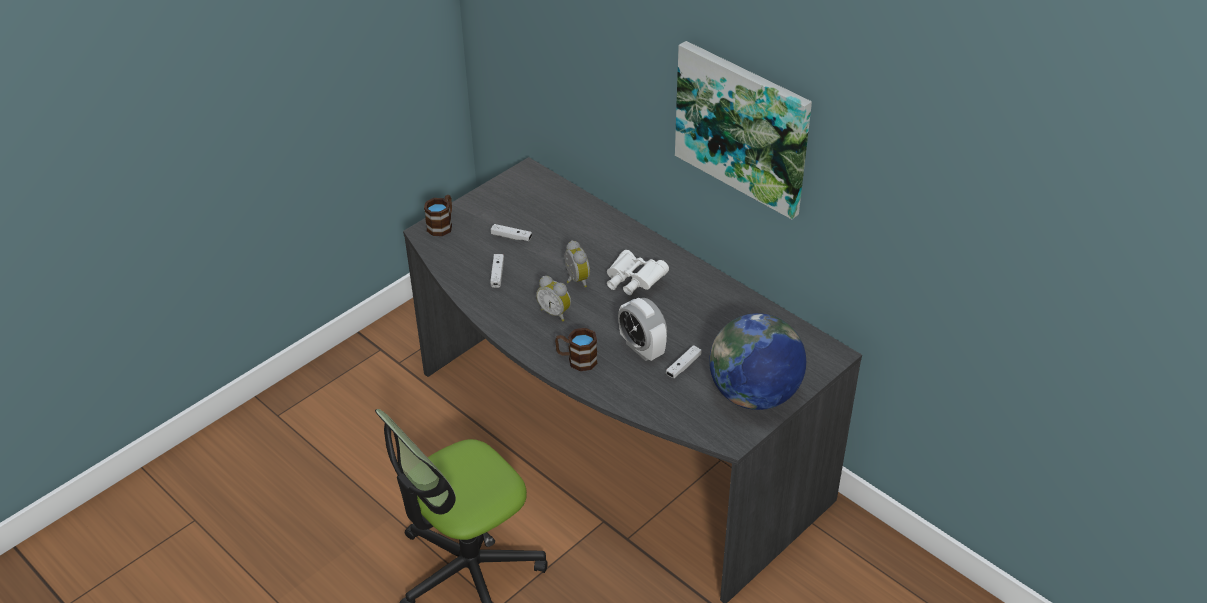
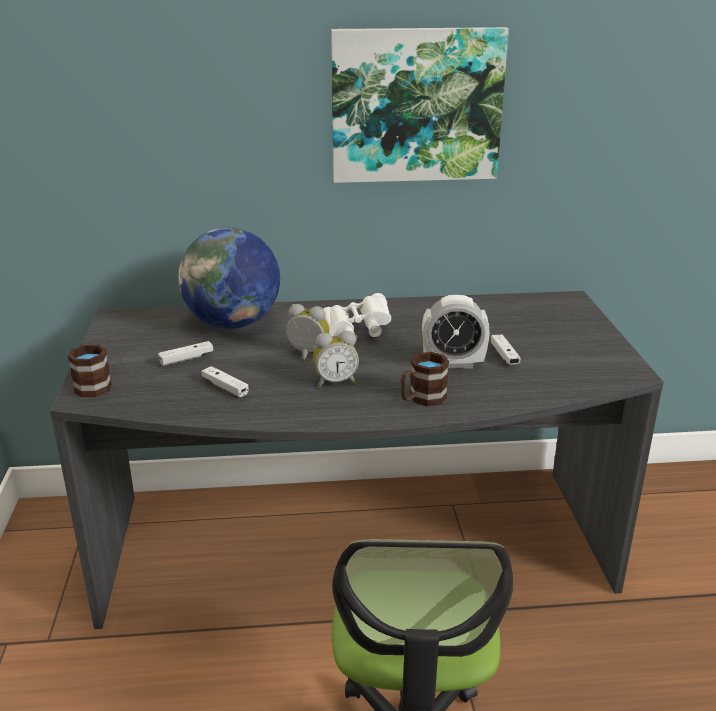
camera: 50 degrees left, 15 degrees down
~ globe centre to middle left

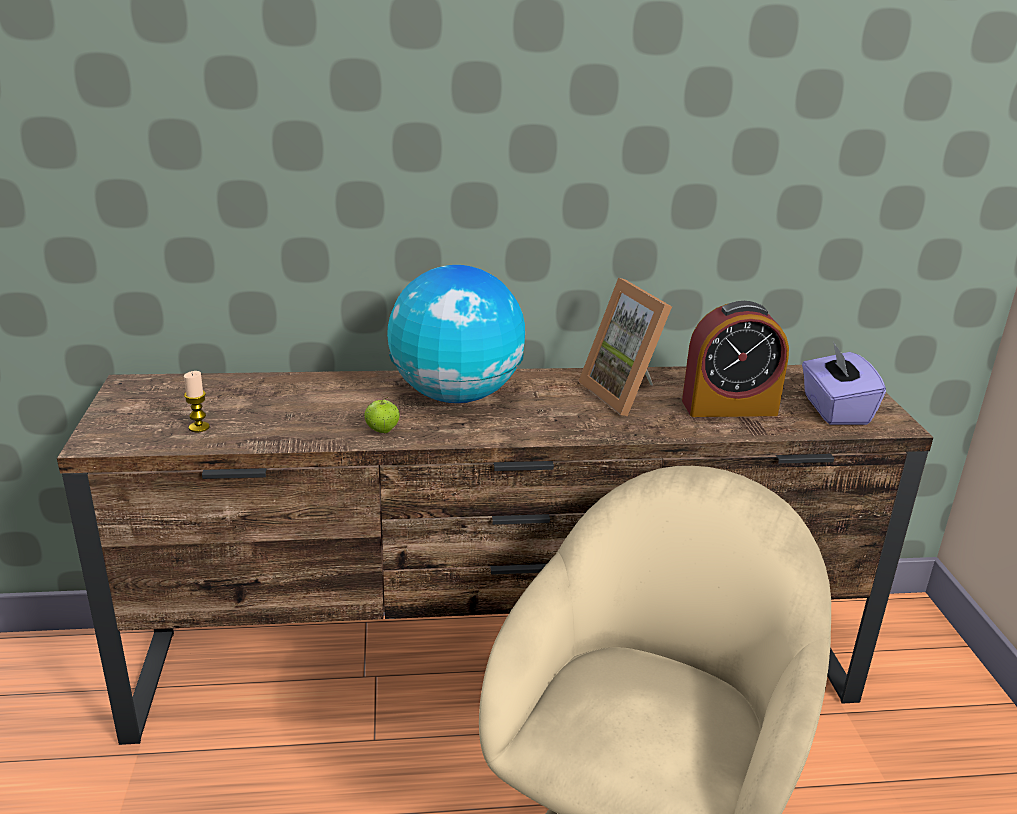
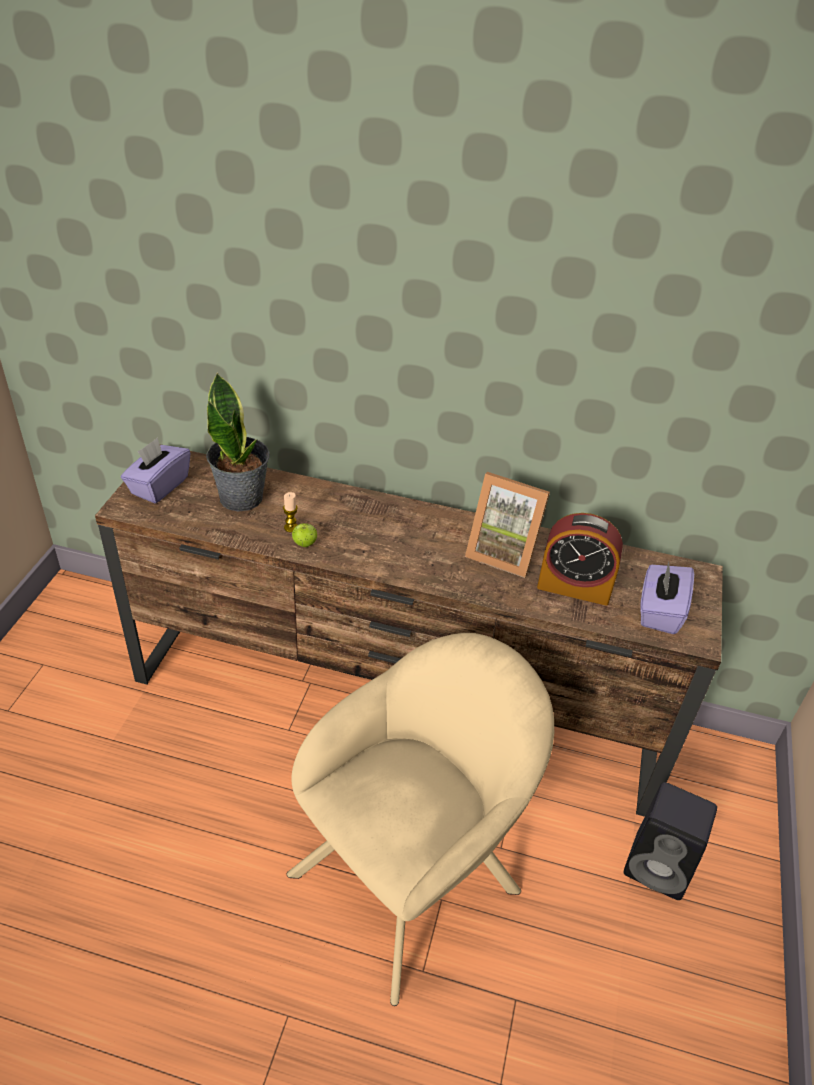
camera: 20 degrees right, 15 degrees up
- globe centre
+ purple tissue box (no. 1 from left) middle left
+ potted plant middle left
+ black speaker bottom right
~ candle middle left to centre
~ picture frame centre = centre 60 degrees counterclockwise

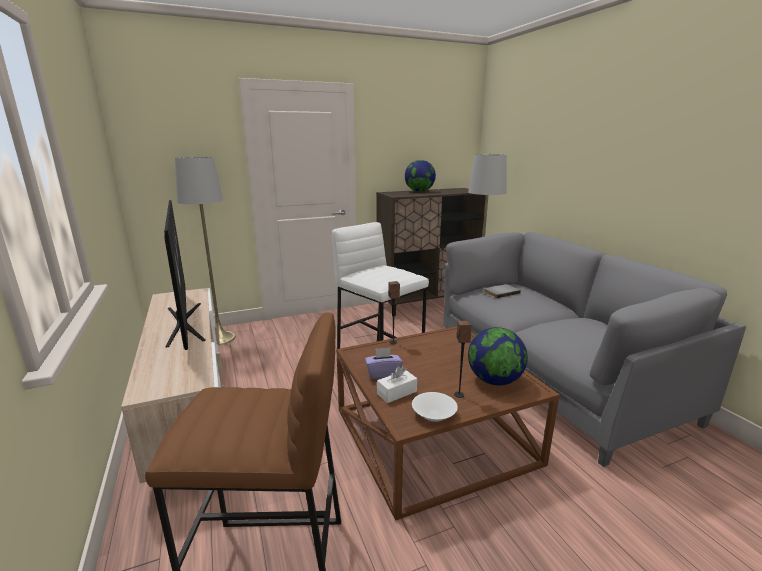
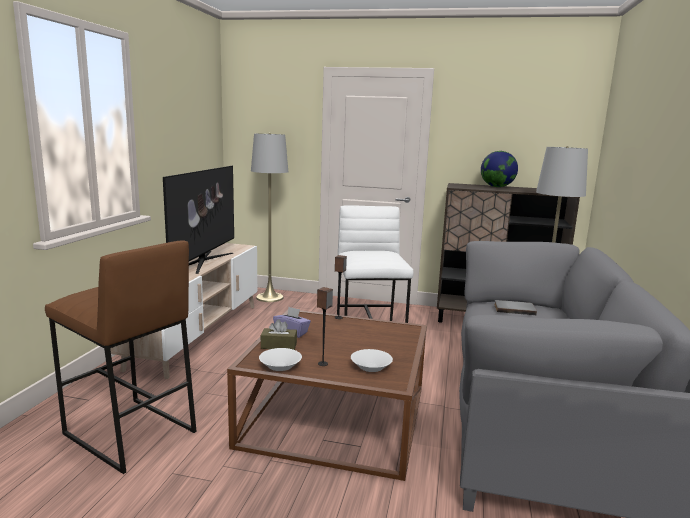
camera: 35 degrees right, 5 degrees down
~ globe (no. 2 from left) centre to white bowl (no. 2 from left) bottom centre
~ white tissue box bottom centre to brown tissue box centre

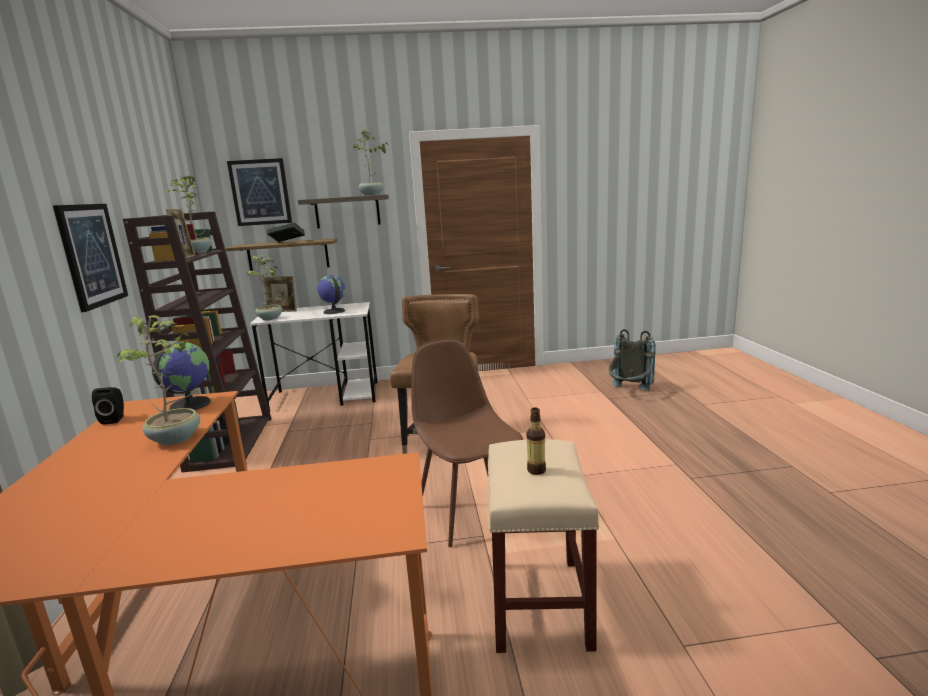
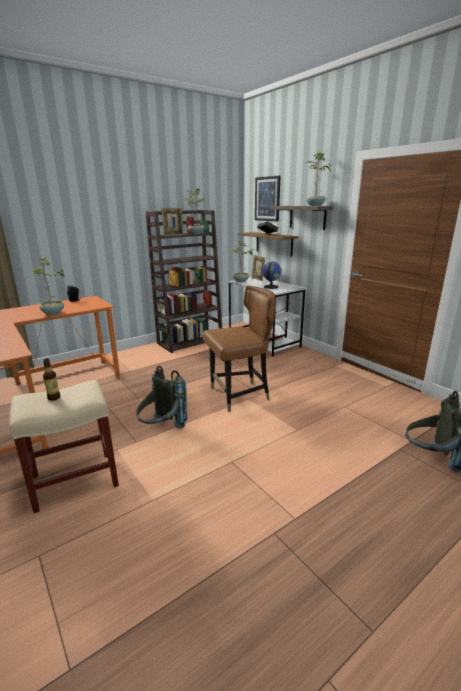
camera: 60 degrees right, 5 degrees up
- picture (no. 1 from left) middle left
- globe (no. 1 from left) middle left
~ brown chair (no. 2 from left) centre to grey backpack (no. 1 from left) centre

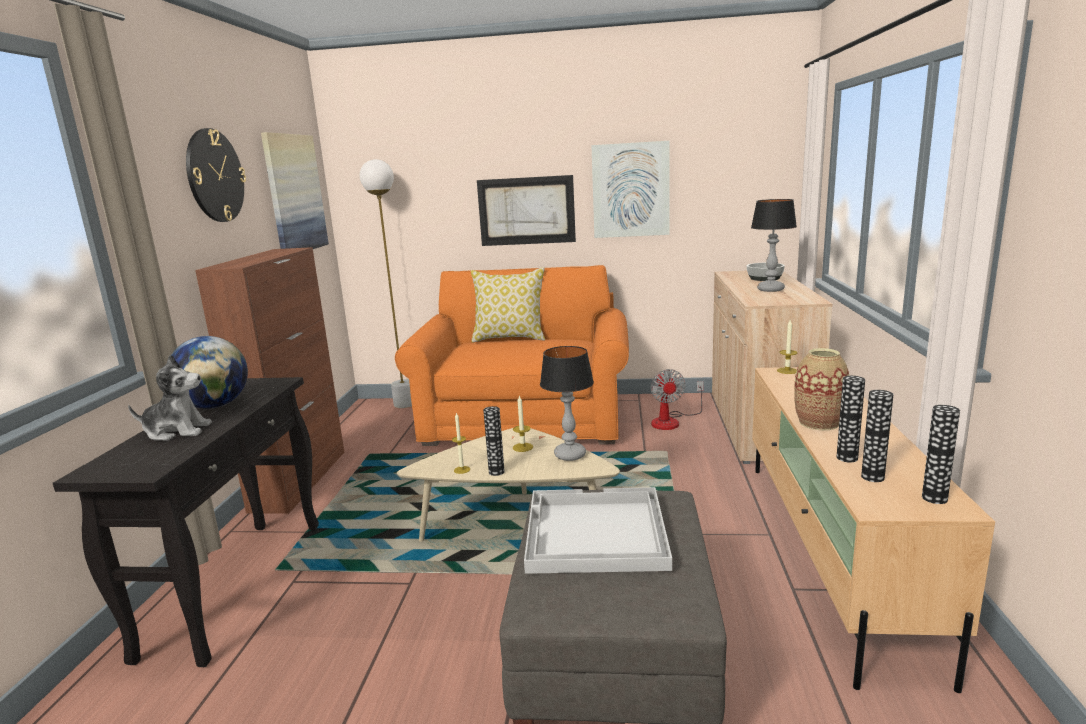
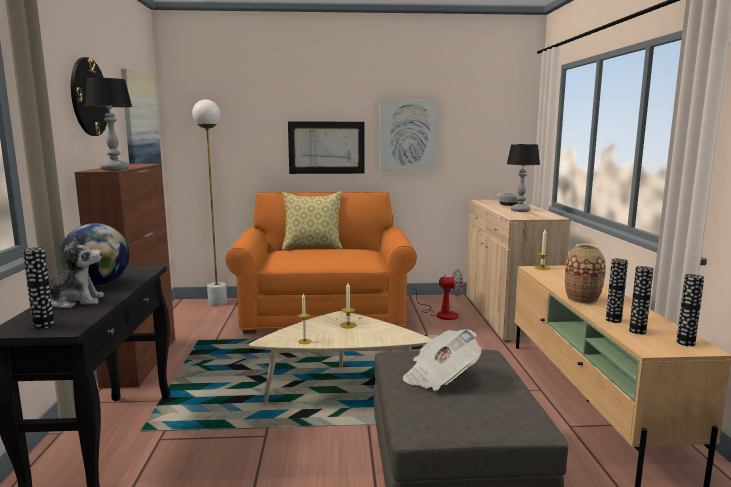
camera: 10 degrees left, 5 degrees down
~ vase (no. 1 from left) centre to middle left
~ table lamp (no. 1 from left) centre to top left
~ white tray bottom centre to newspaper bottom centre
~ fan centre = centre 75 degrees counterclockwise

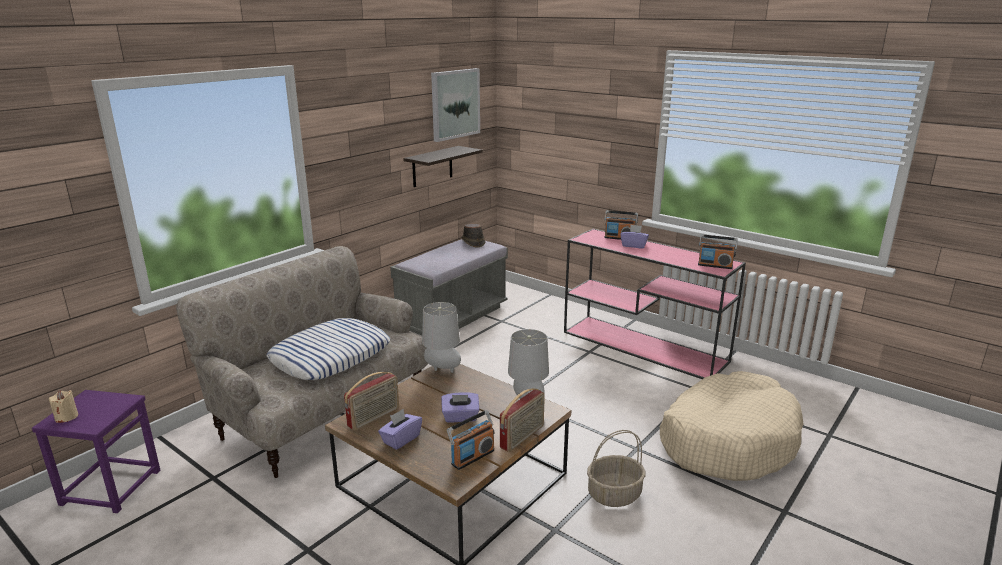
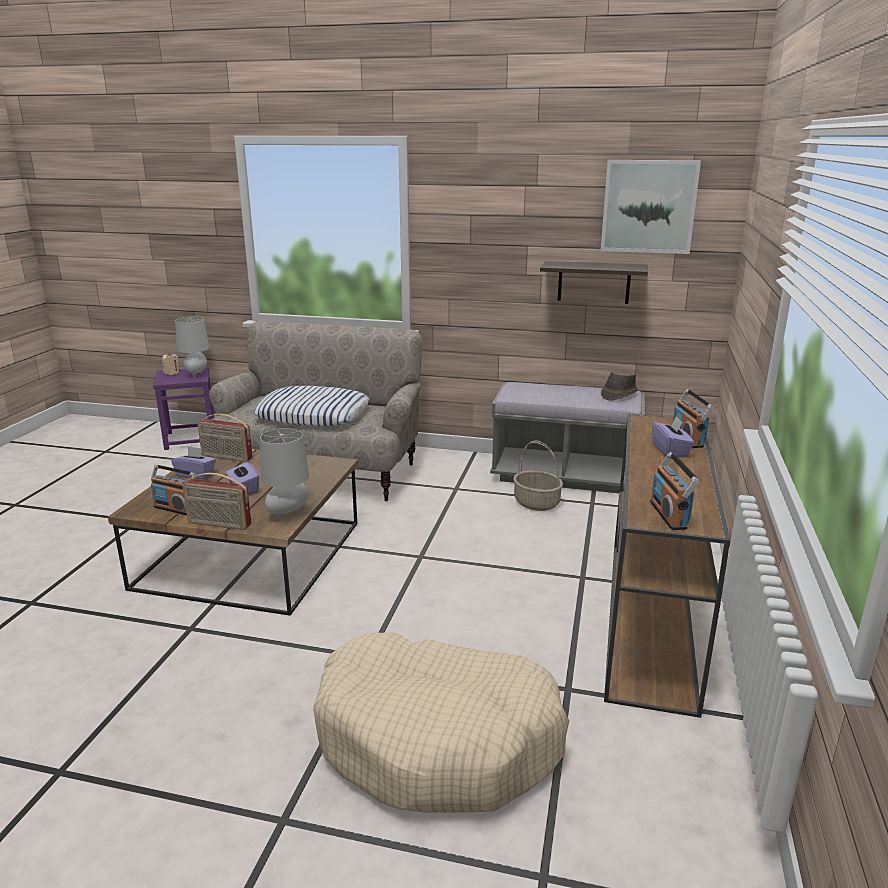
camera: 65 degrees right, 0 degrees up
~ grey table lamp (no. 1 from left) centre to middle left
~ basket bottom centre to centre
~ pink console table centre to brown console table middle right

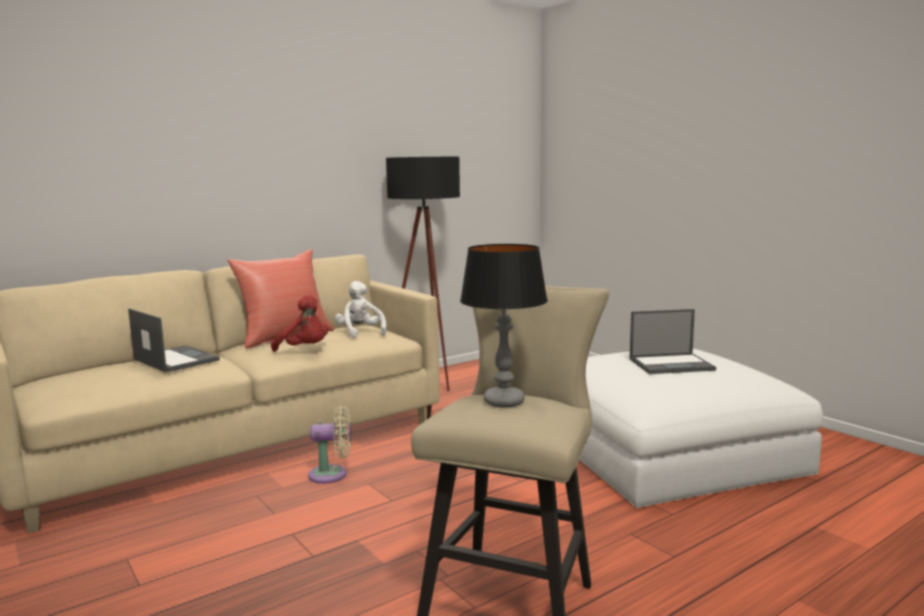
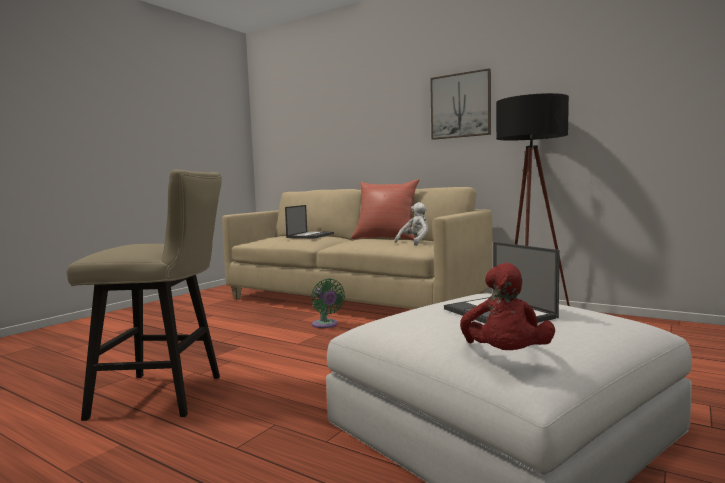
camera: 70 degrees right, 5 degrees down
- table lamp centre
+ picture top centre
~ red plush toy middle left to middle right
~ beige fan bottom centre to green fan centre

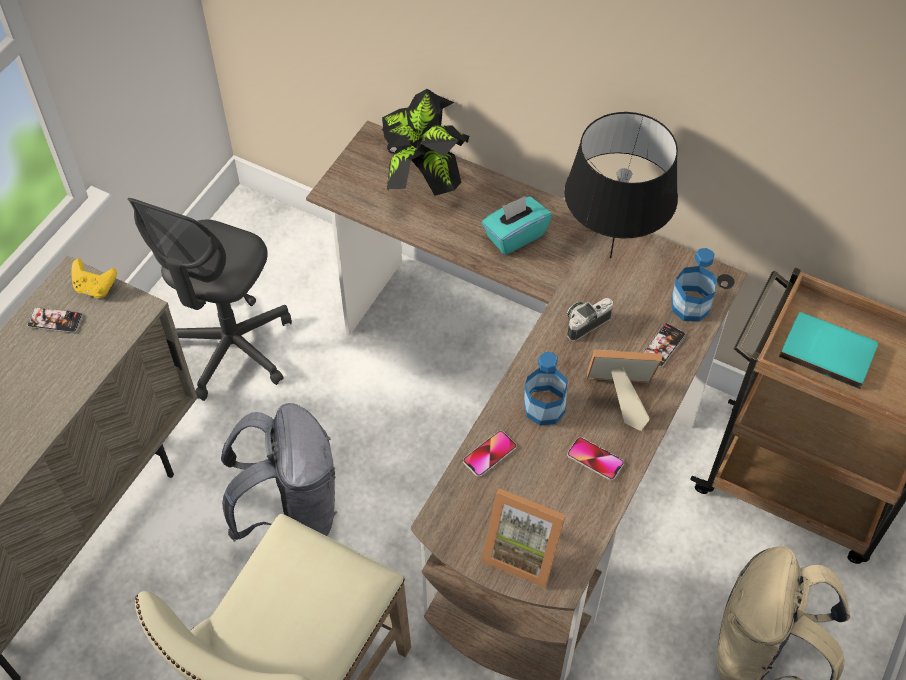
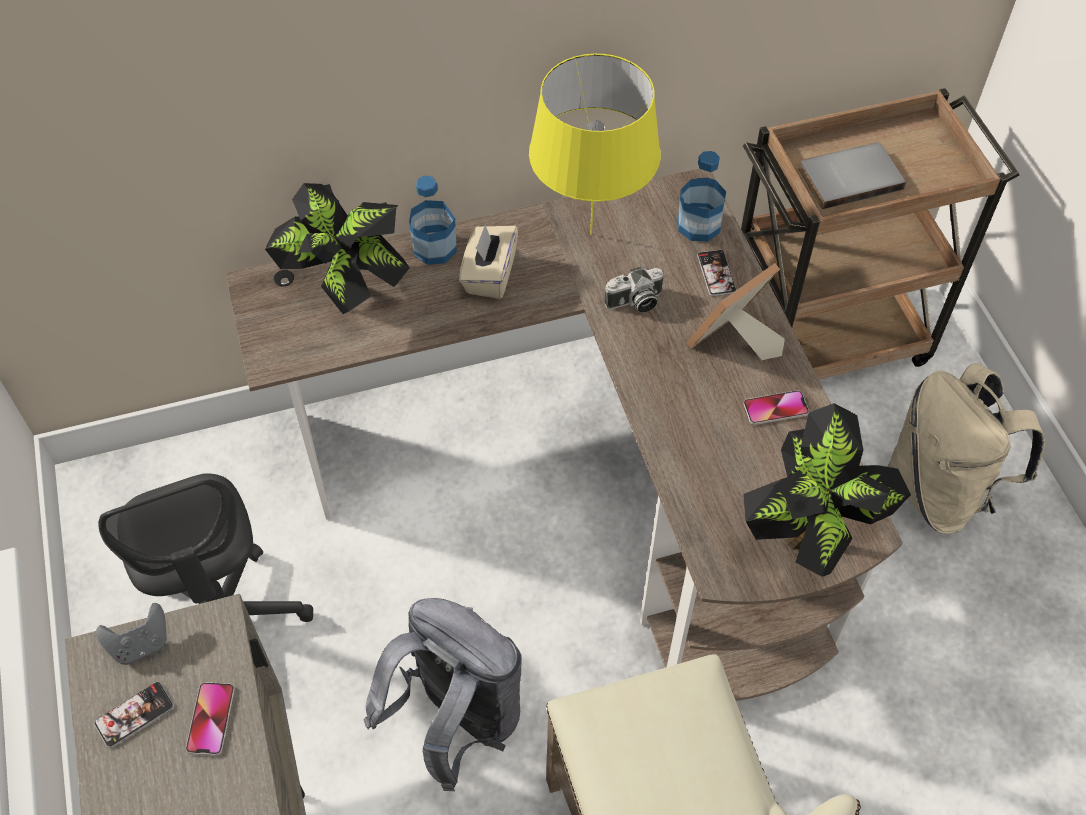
camera: 45 degrees left, 0 degrees up
~ phone (no. 2 from left) bottom centre to bottom left
~ bottle (no. 1 from left) centre to top centre
~ picture frame (no. 1 from left) bottom centre to potted plant (no. 2 from left) middle right
~ yellow game controller middle left to grey game controller bottom left
~ turquoise tissue box top centre to beige tissue box top centre
~ black table lamp top right to yellow table lamp top centre
~ turquoise book middle right to grey book top right
~ photo camera centre = centre 120 degrees counterclockwise

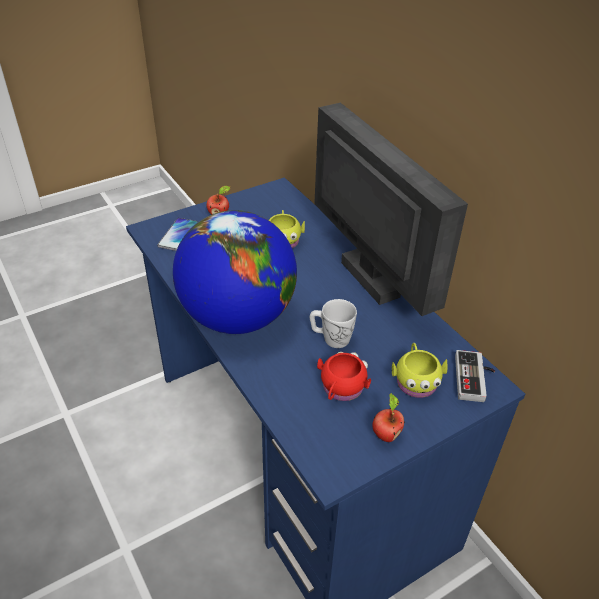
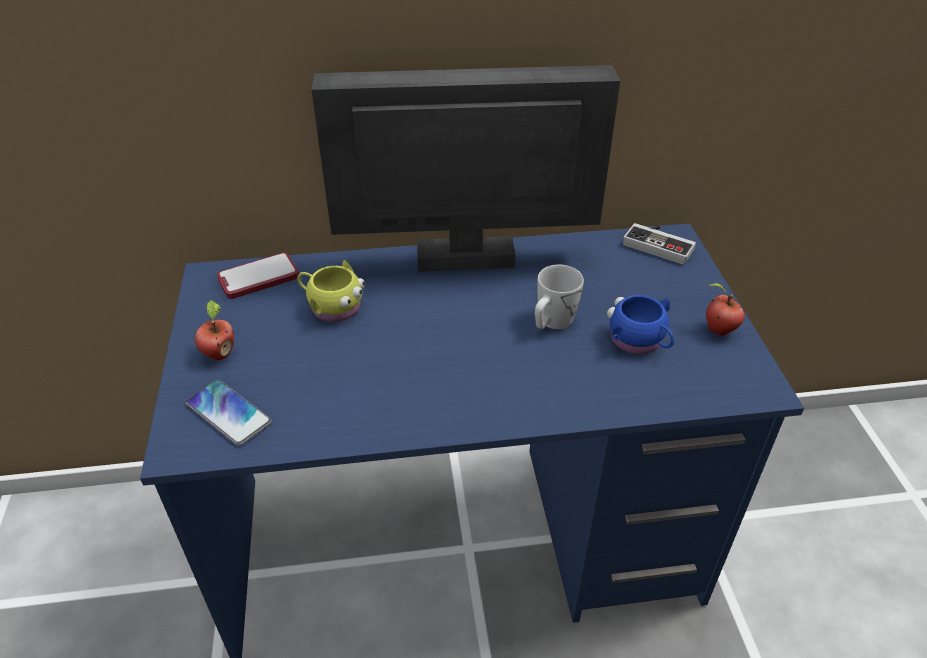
camera: 65 degrees left, 0 degrees up
- globe centre
- yellow mug (no. 2 from left) middle right
+ phone (no. 2 from left) middle left
~ red mug centre to blue mug middle right

